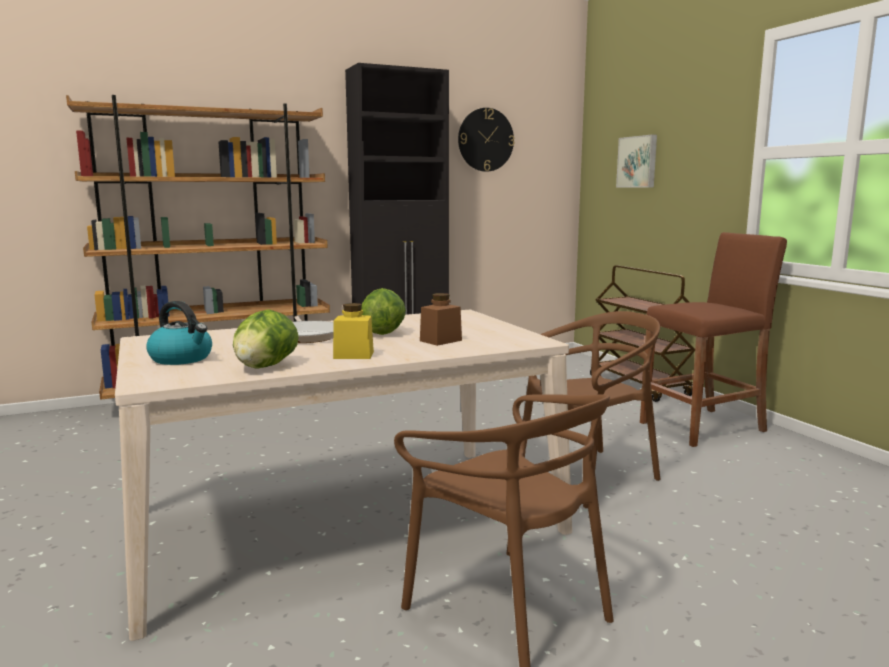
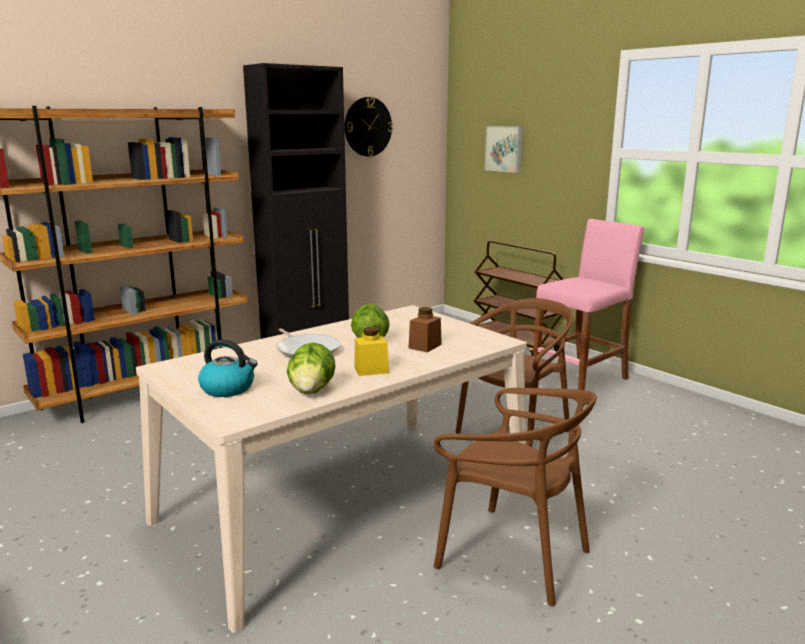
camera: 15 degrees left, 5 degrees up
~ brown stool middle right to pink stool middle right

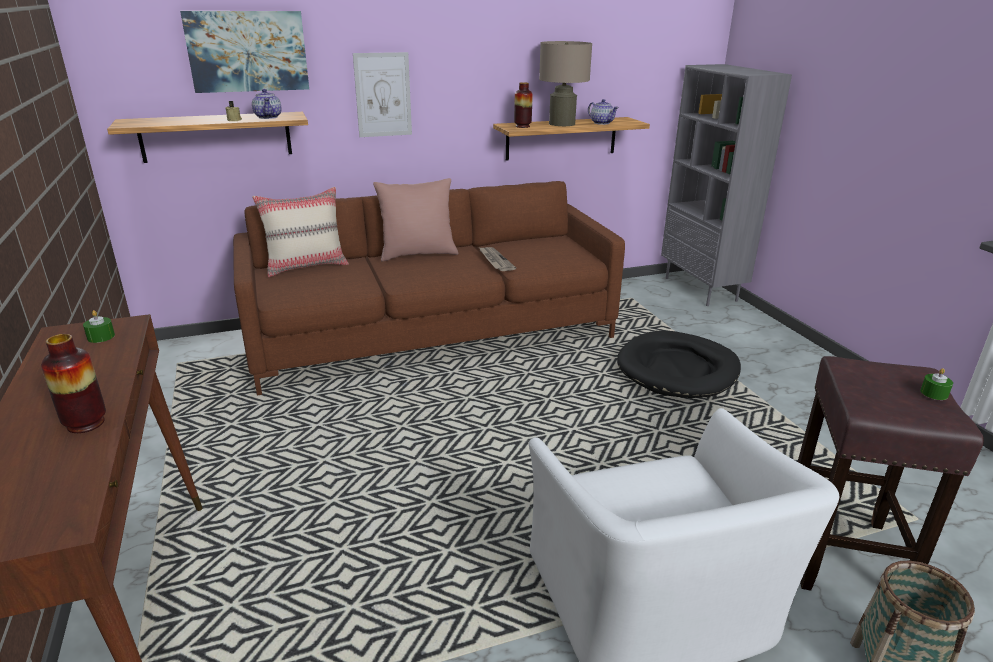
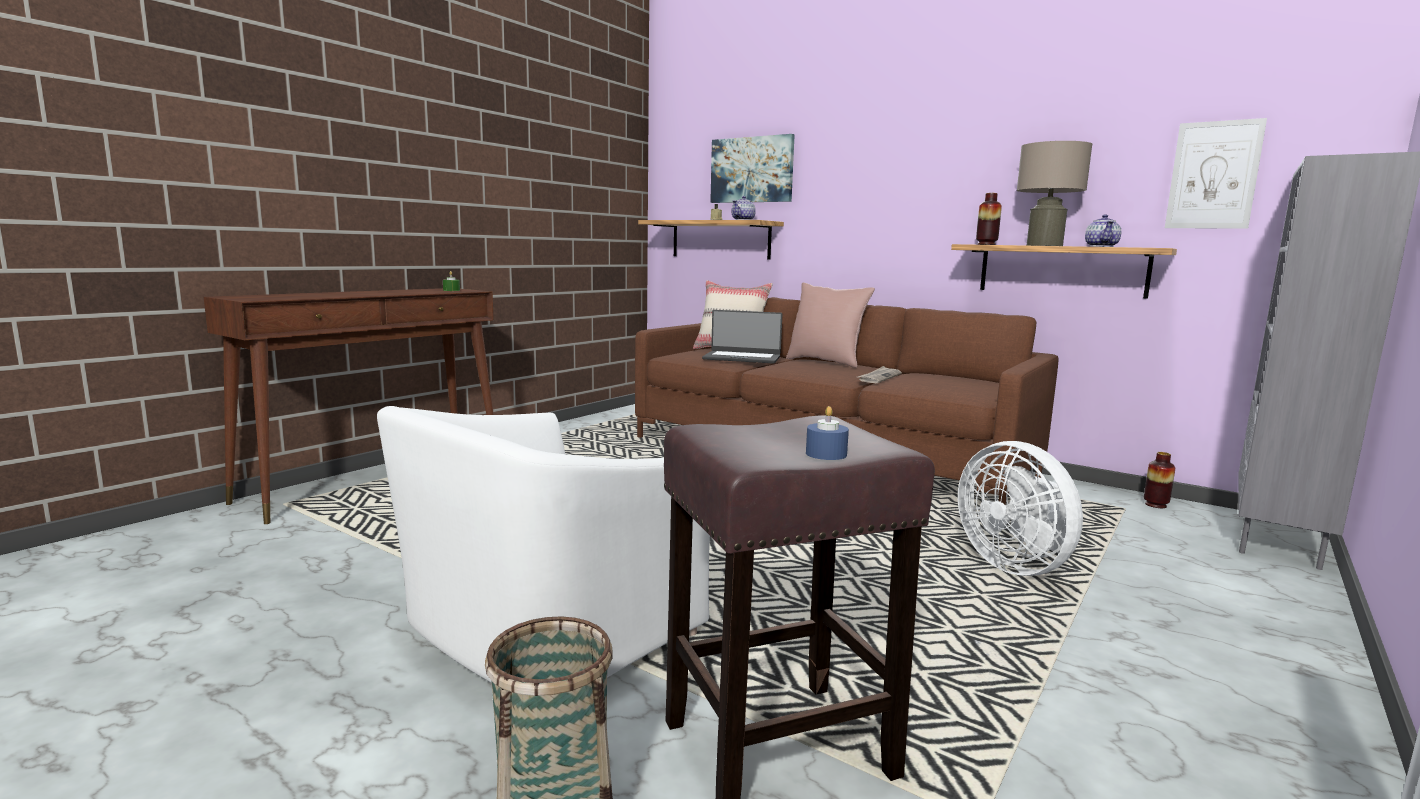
camera: 55 degrees right, 15 degrees down
+ laptop centre
~ vase (no. 1 from left in the first image) middle left to vase (no. 2 from left) middle right
~ picture (no. 2 from left) top centre to top right
~ black dog bed middle right to white fan middle right
~ green candle (no. 2 from left) middle right to blue candle centre

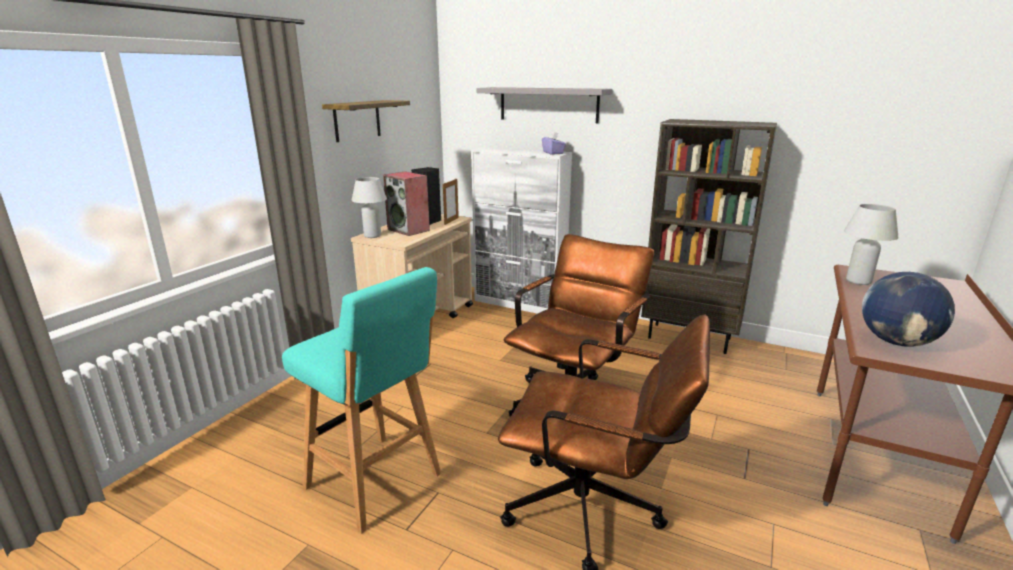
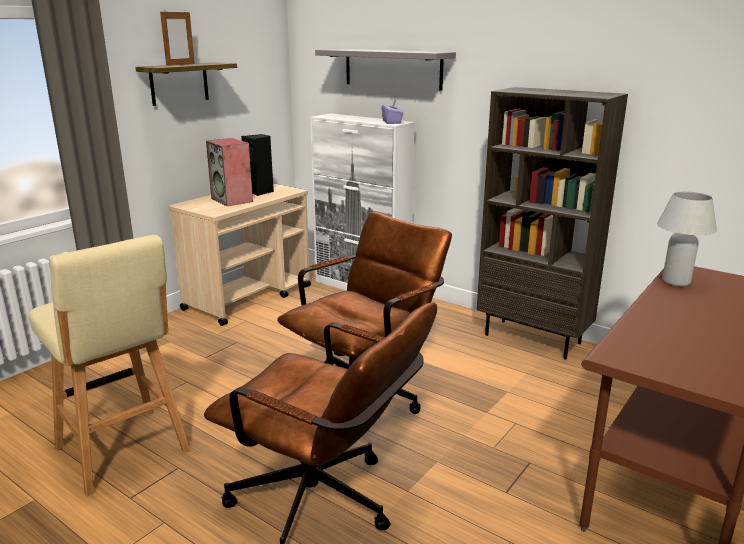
camera: 10 degrees right, 0 degrees up
- white table lamp (no. 1 from left) centre
- globe middle right
~ picture frame centre to top left
~ turquoise stool bottom centre to beige stool bottom left

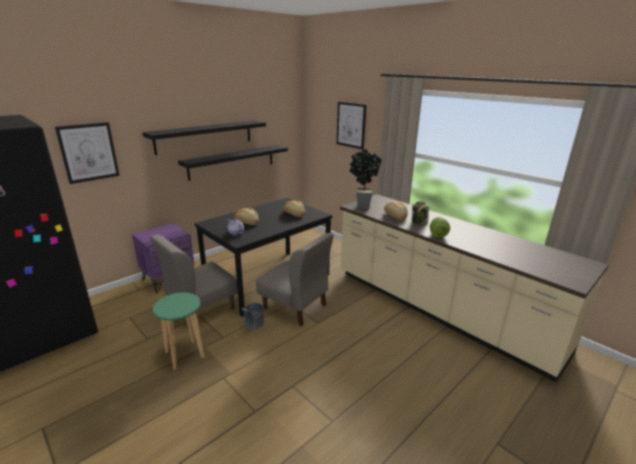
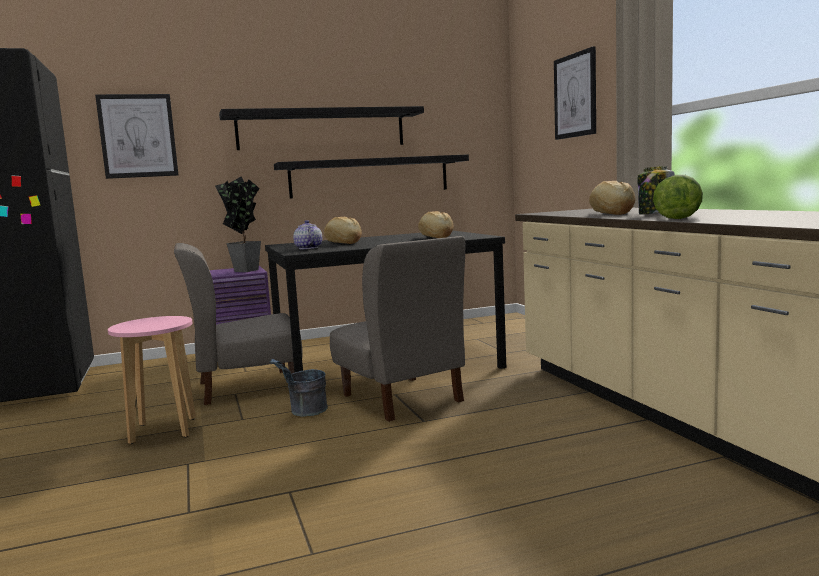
camera: 25 degrees right, 15 degrees down
~ potted plant centre to middle left
~ green stool bottom left to pink stool middle left

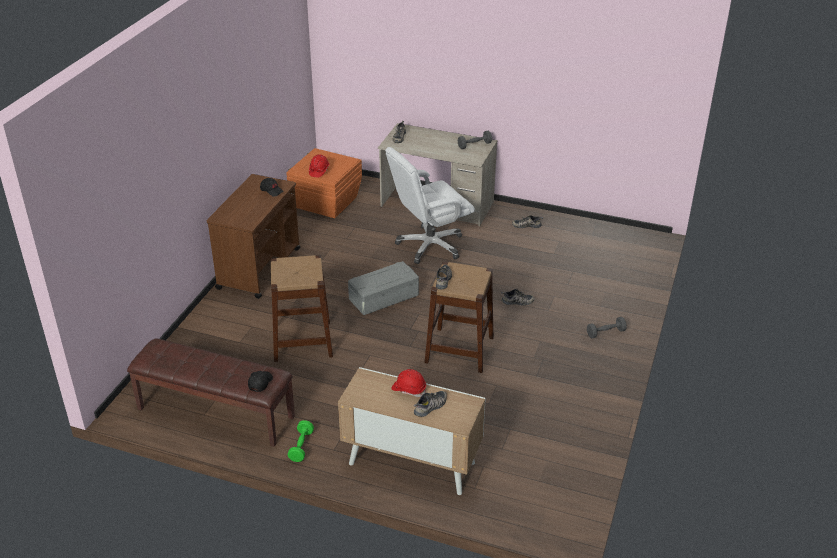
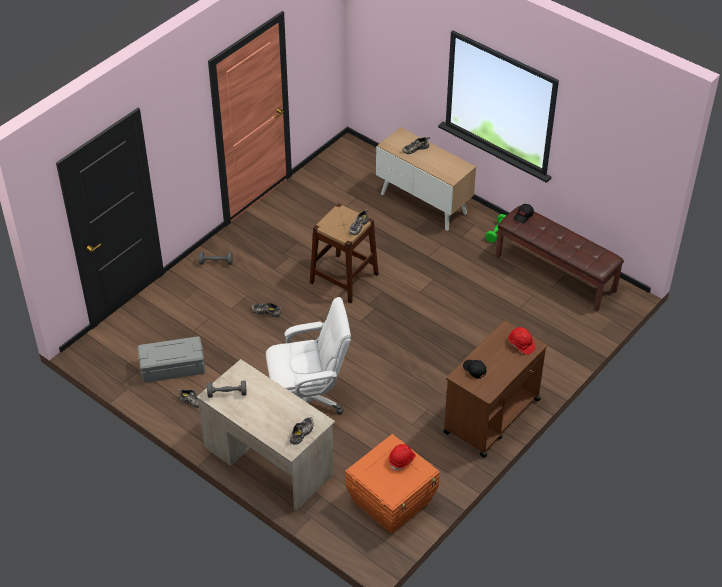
camera: 160 degrees left, 10 degrees up
- brown stool (no. 1 from left) centre
~ grey storage box centre to middle left
~ red hard hat (no. 2 from left) bottom centre to middle right

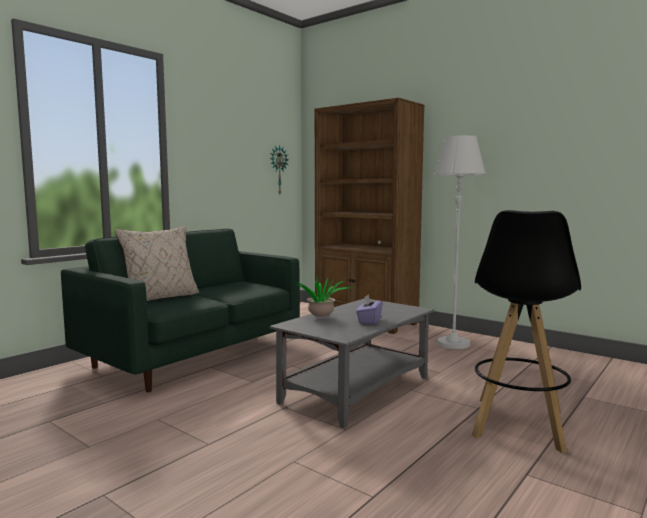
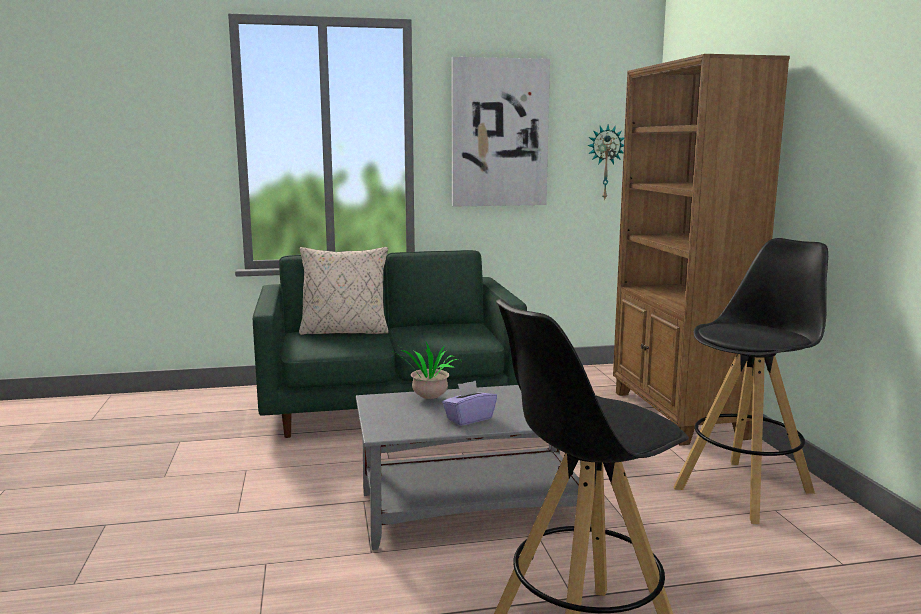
camera: 40 degrees right, 5 degrees up
+ picture top centre
~ white floor lamp middle right to black stool (no. 2 from left) middle right

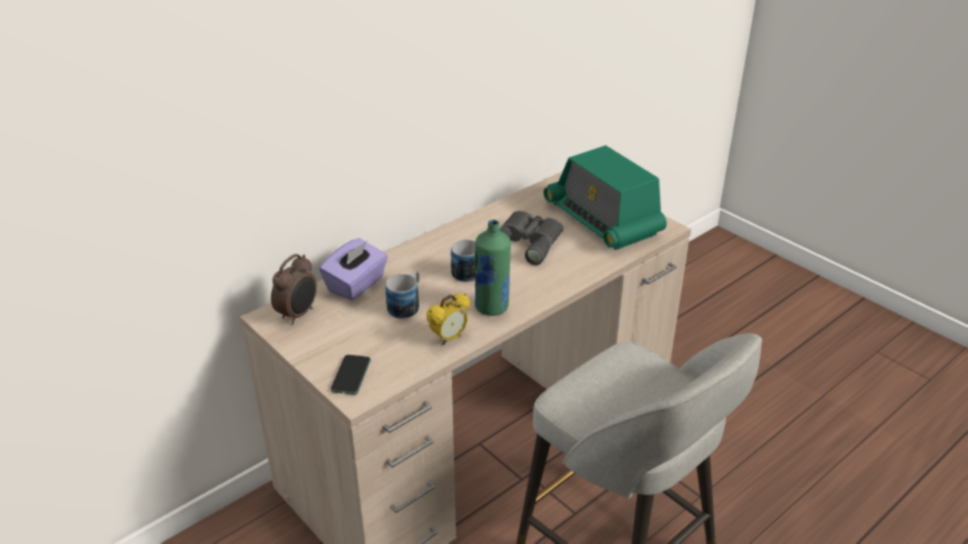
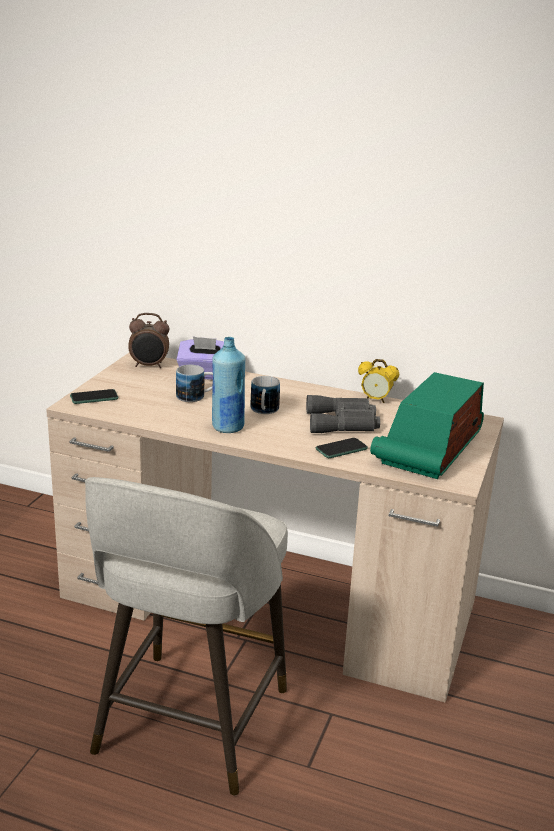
camera: 60 degrees right, 10 degrees down
+ phone (no. 2 from left) centre
~ alarm clock (no. 2 from left) centre to middle right
~ green bottle centre to blue bottle centre

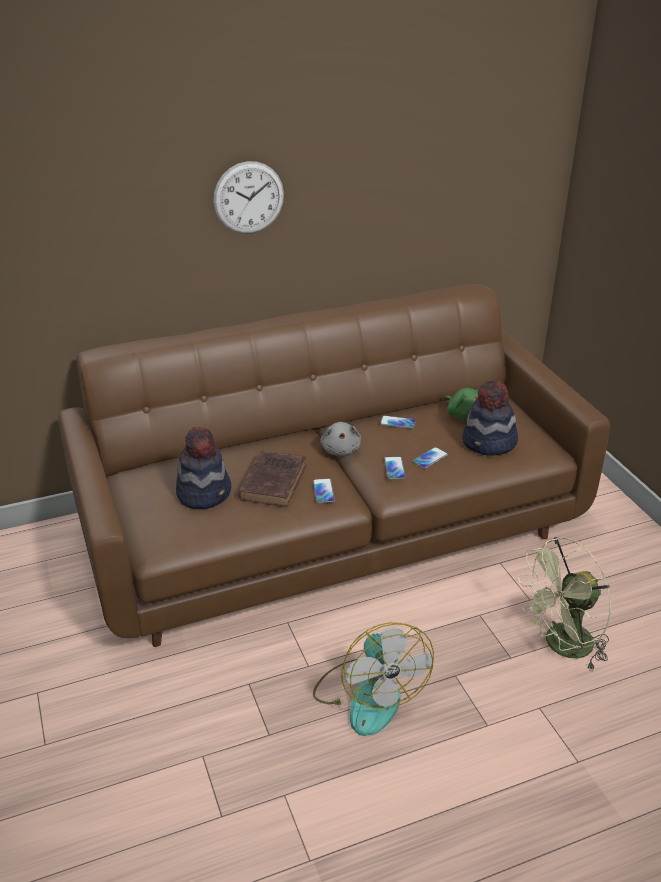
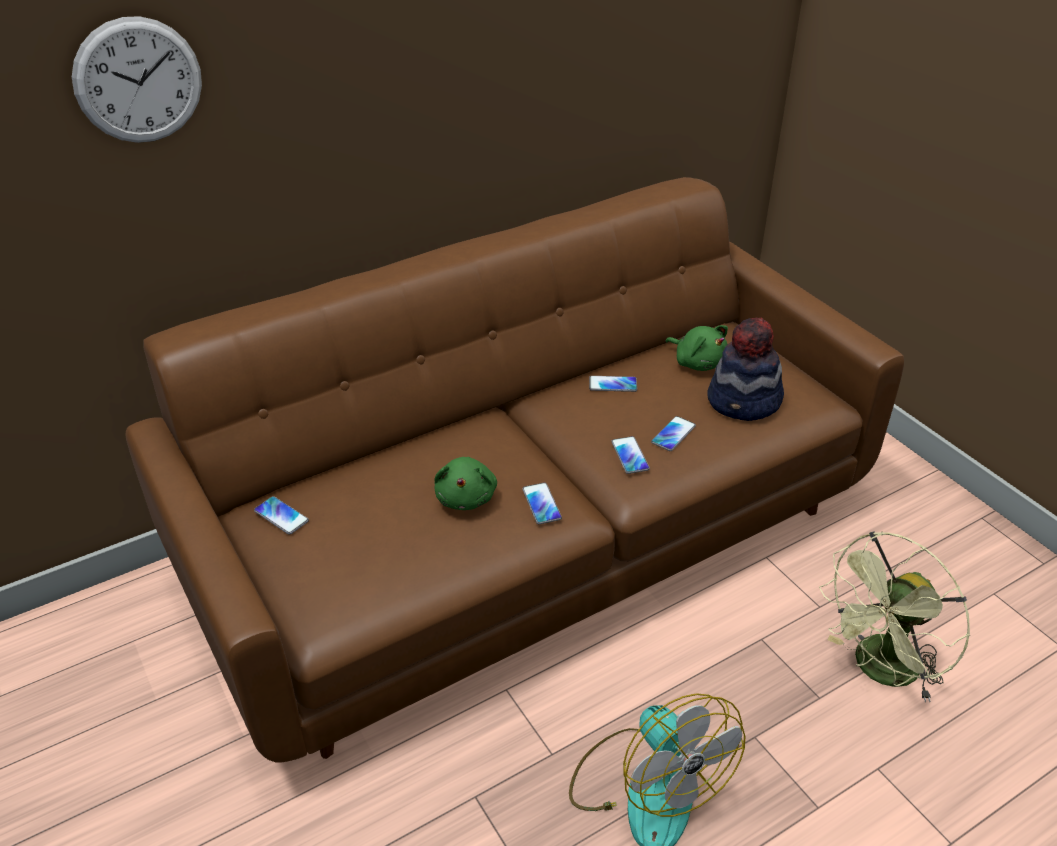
camera: 10 degrees left, 5 degrees up
- hat (no. 1 from left) middle left
- grey plush toy centre
+ phone (no. 1 from left) middle left
~ wall clock top centre to top left
~ brown book centre to green plush toy (no. 1 from left) centre

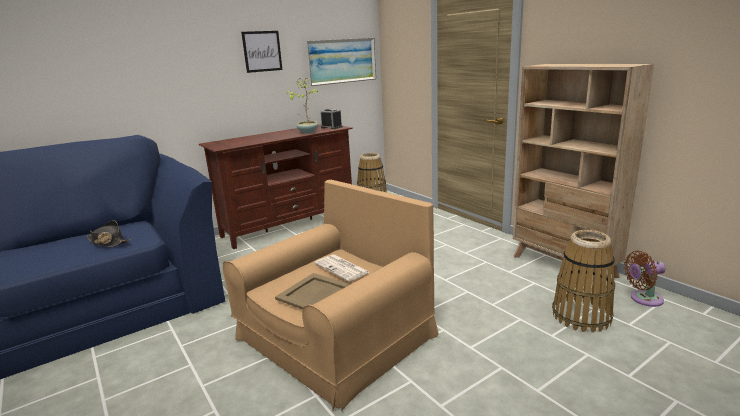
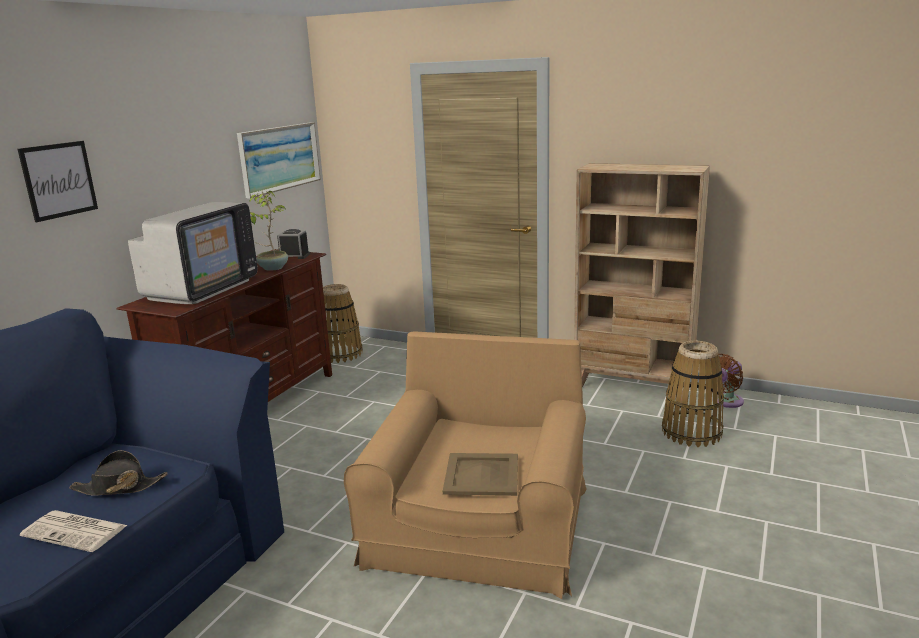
camera: 30 degrees left, 0 degrees up
+ television middle left
~ picture (no. 1 from left) top centre to top left
~ newspaper centre to bottom left

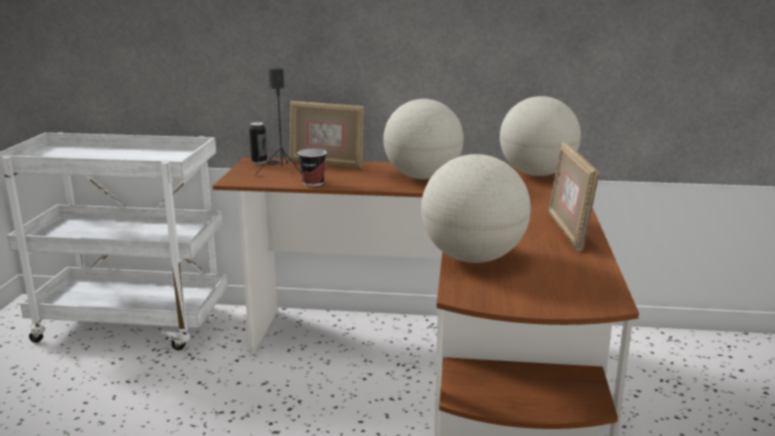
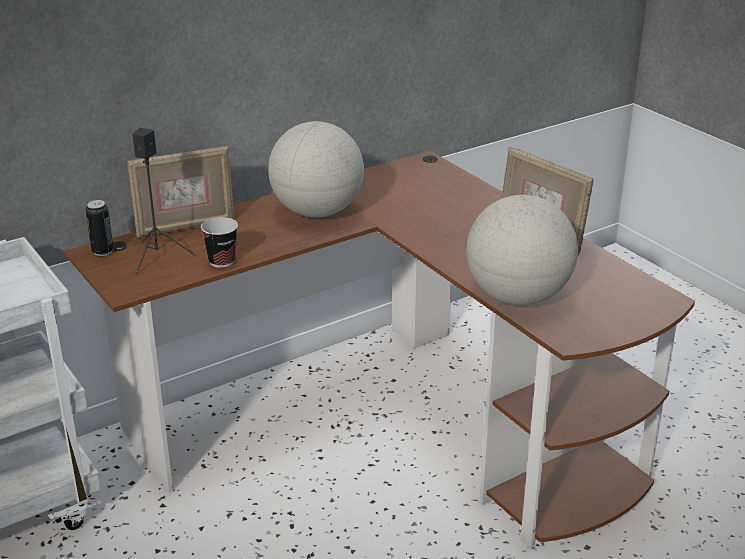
camera: 40 degrees left, 10 degrees up
- globe (no. 3 from left) top right

